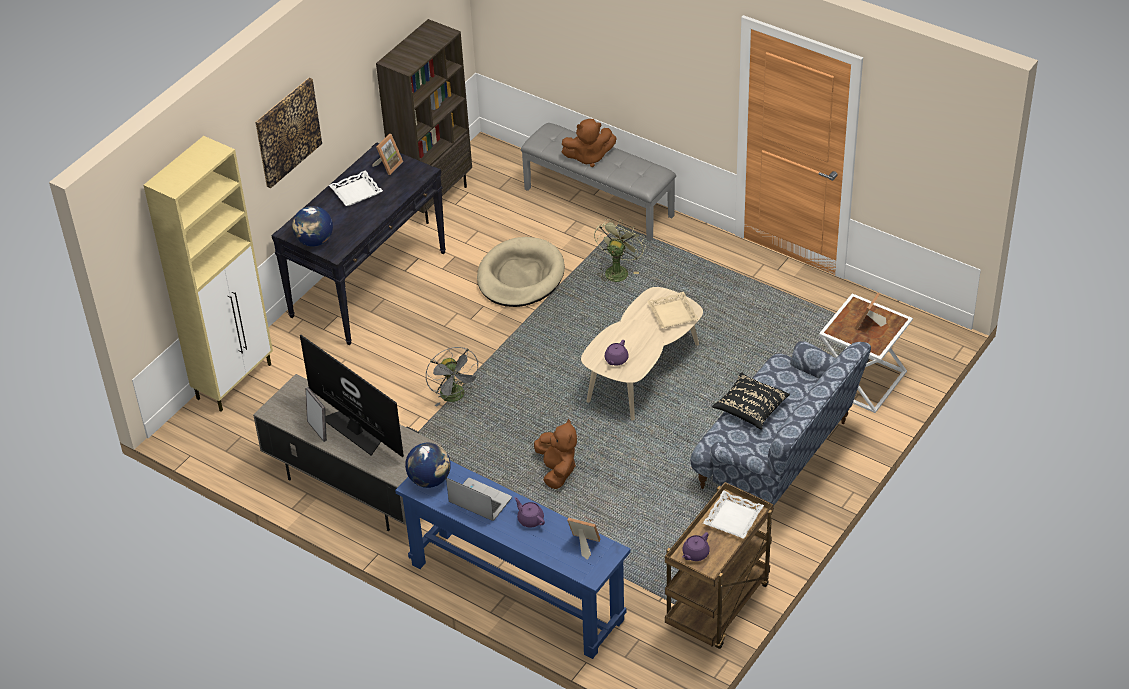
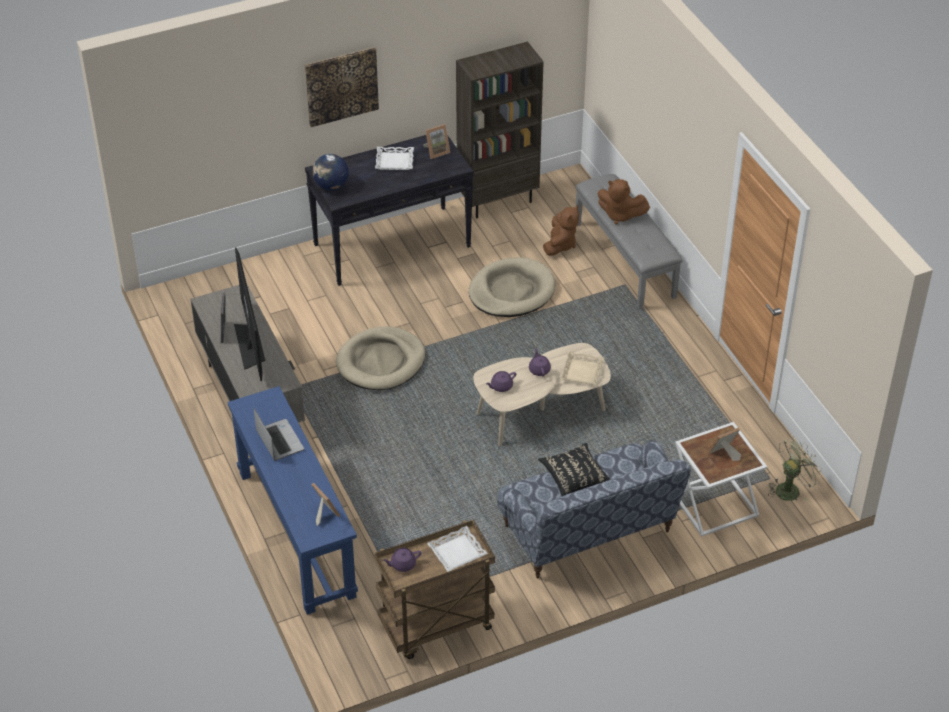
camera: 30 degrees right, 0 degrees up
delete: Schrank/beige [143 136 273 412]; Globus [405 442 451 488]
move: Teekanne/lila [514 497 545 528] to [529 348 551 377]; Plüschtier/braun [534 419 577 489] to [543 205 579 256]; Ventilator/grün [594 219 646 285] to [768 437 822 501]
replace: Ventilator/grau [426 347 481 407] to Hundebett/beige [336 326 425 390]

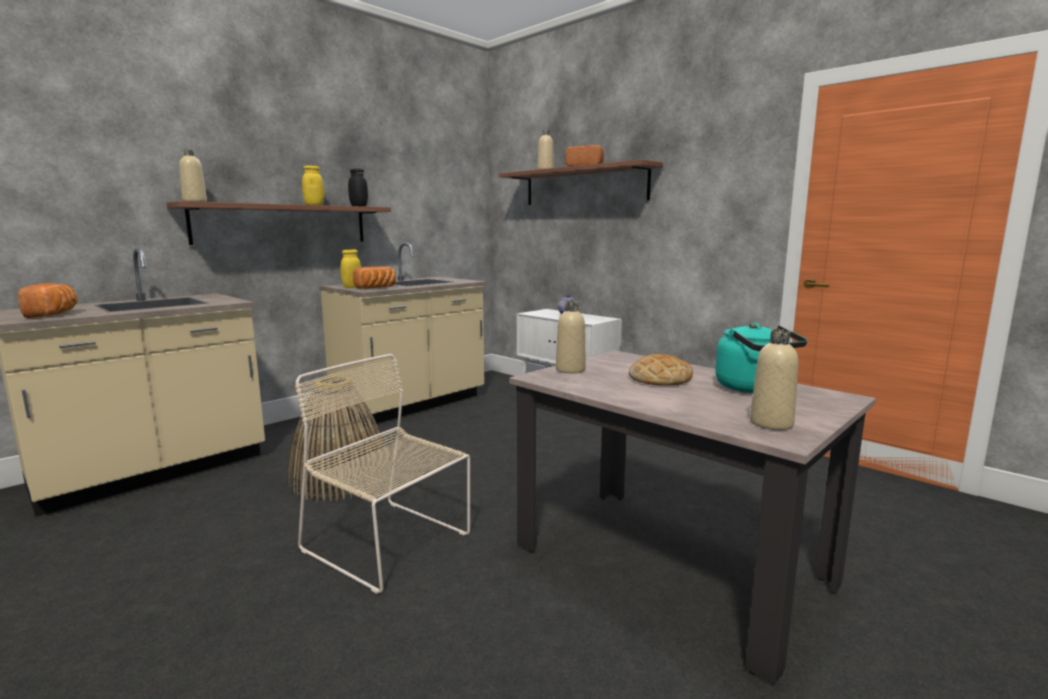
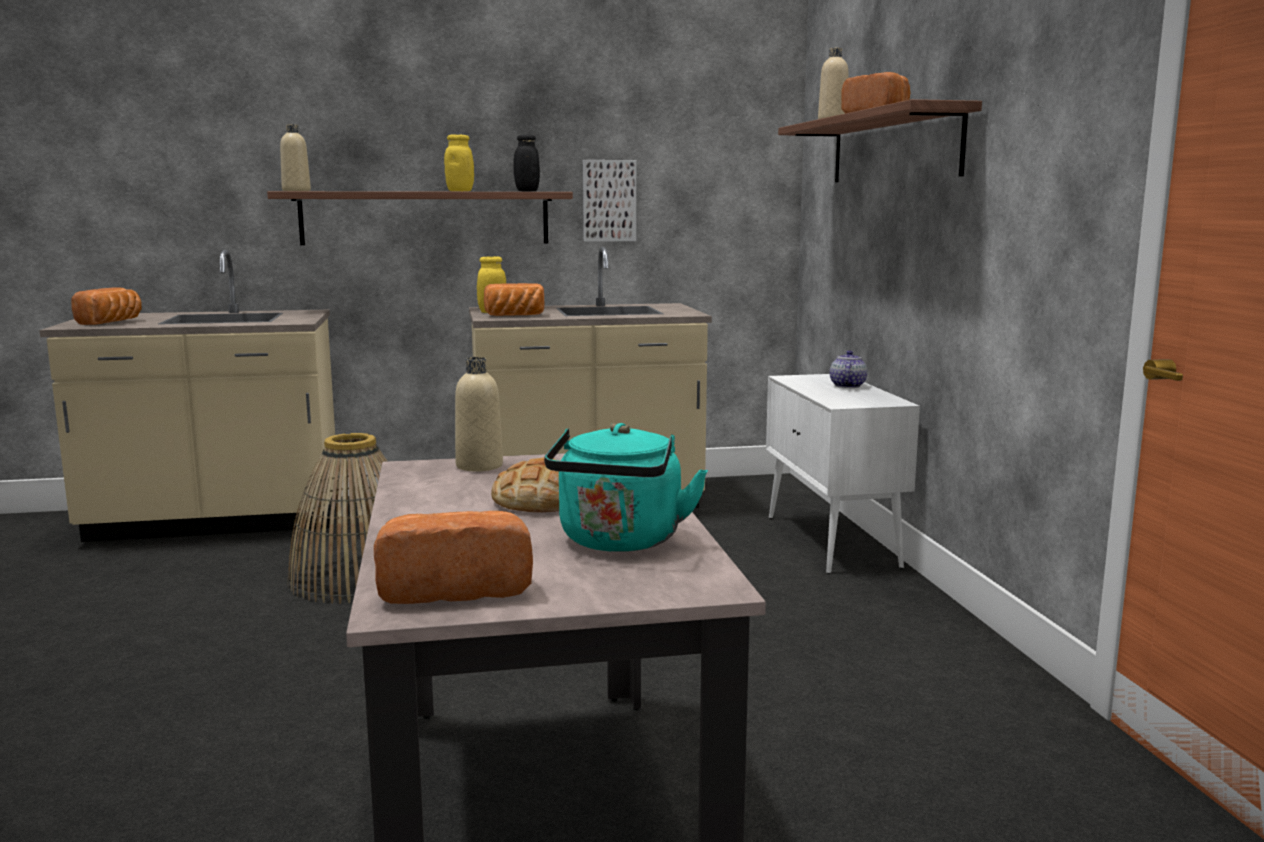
camera: 35 degrees right, 0 degrees up
delete: Stuhl/beige [295 354 470 594]
insert: Bild [583 160 636 242]
replace: Flasche/beige [750 329 799 430] to Brot [374 511 533 604]

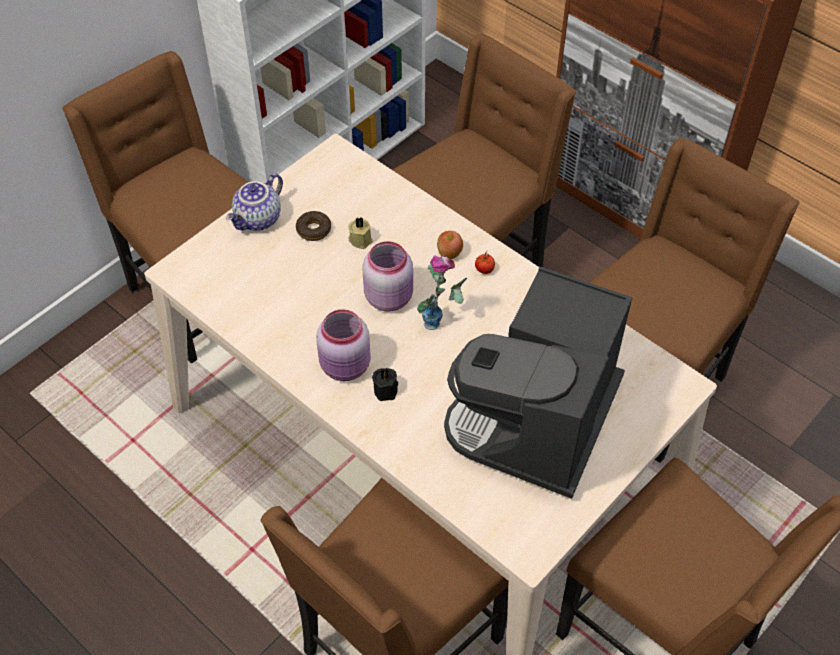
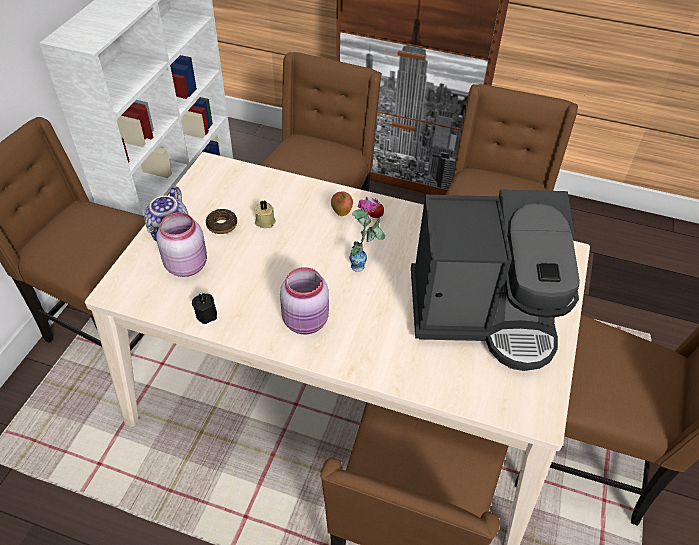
camera: 25 degrees left, 5 degrees down
move: Vorratsglas/rosa [363 241 413 312] to [157 213 207 277]; Kerze/schwarz [372 368 398 401] to [192 293 217 324]
rotate: Kaffeemaschine [444 266 632 499] = [411 190 580 371] 90 degrees counterclockwise

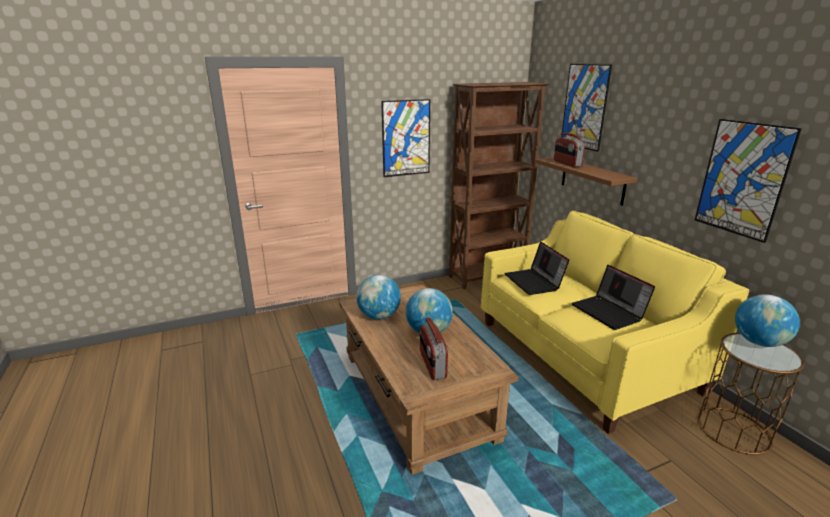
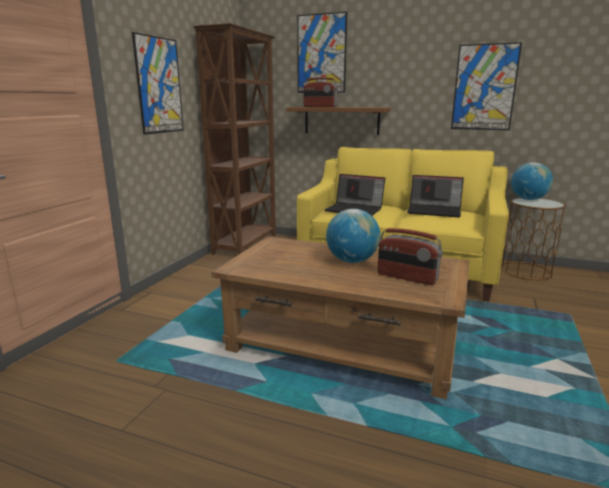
camera: 45 degrees left, 5 degrees down
delete: Globus [356 275 401 319]

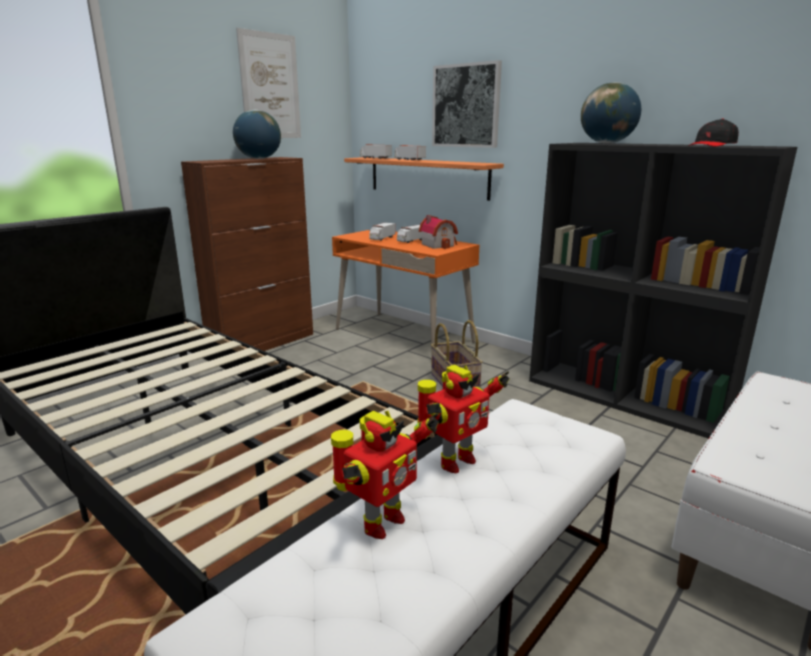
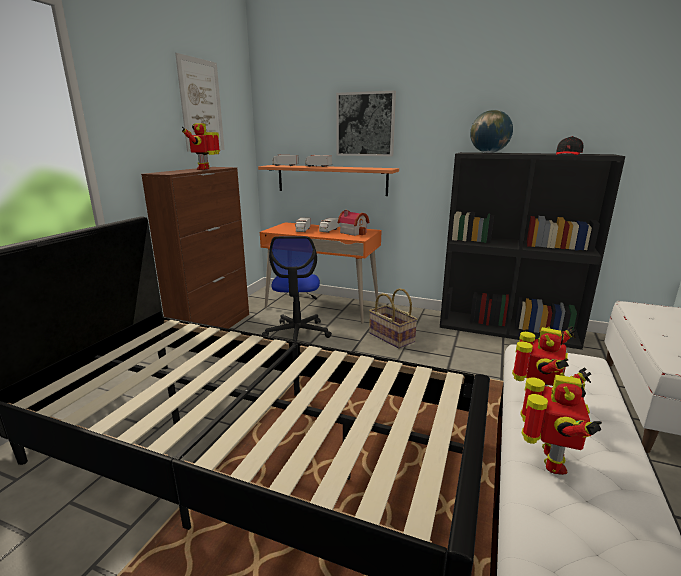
camera: 20 degrees left, 0 degrees up
insert: Bürostuhl [262 236 332 341]
replace: Globus [233 110 281 159] to Spielzeugroboter [182 123 220 170]

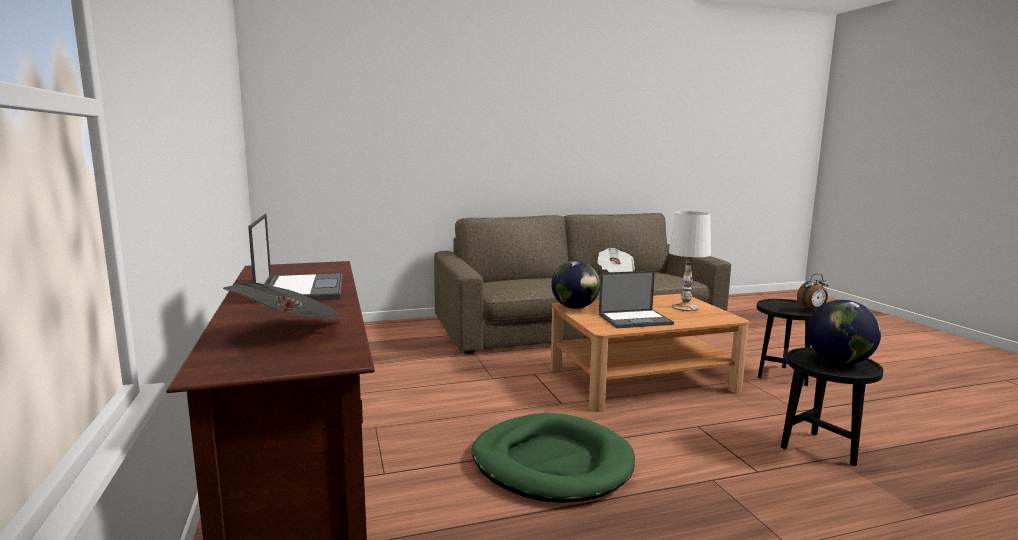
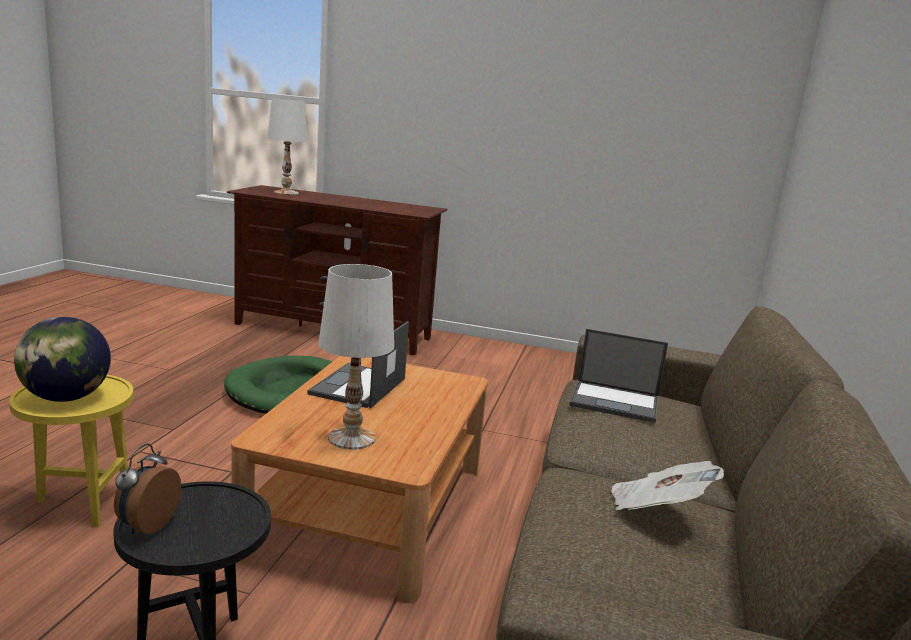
camera: 120 degrees right, 5 degrees up
delete: Globus [551 260 600 309]
move: Laptop [248 213 343 303] to [569 329 668 423]
replace: Zeitung [223 282 342 319] to Tischlampe/weiß [268 98 307 195]
recolor: Beistelltisch/schwarz [781 347 883 466] to Beistelltisch/gelb [9 375 134 527]

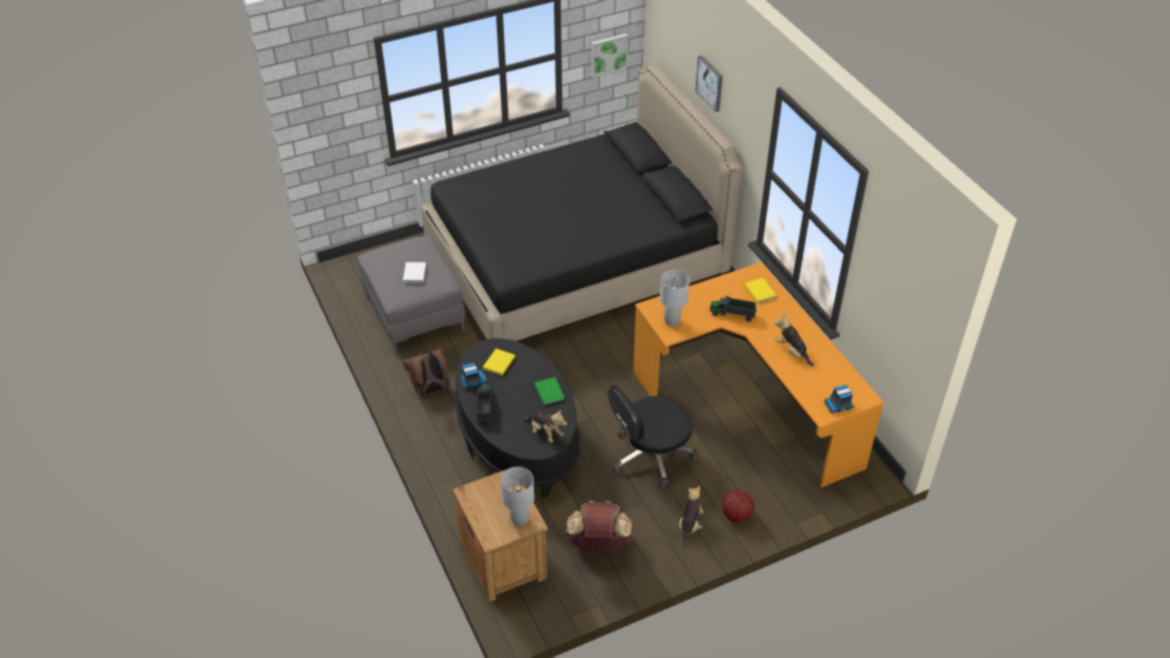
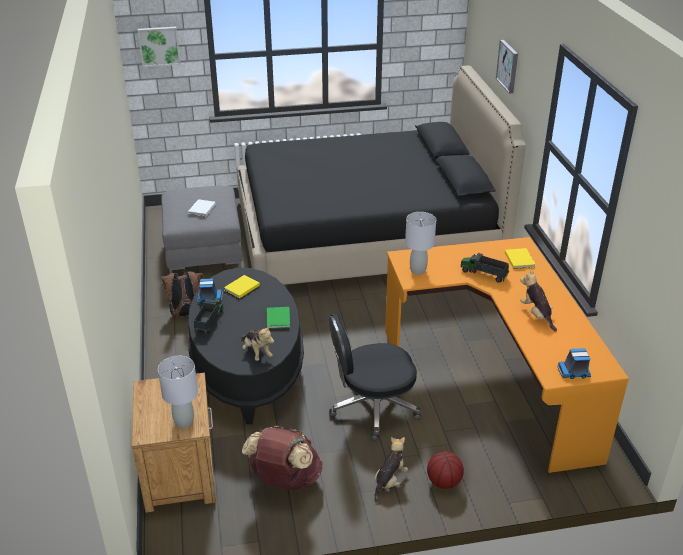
camera: 15 degrees right, 10 degrees down
move: Bild [591 33 628 78] to [138 27 181 67]

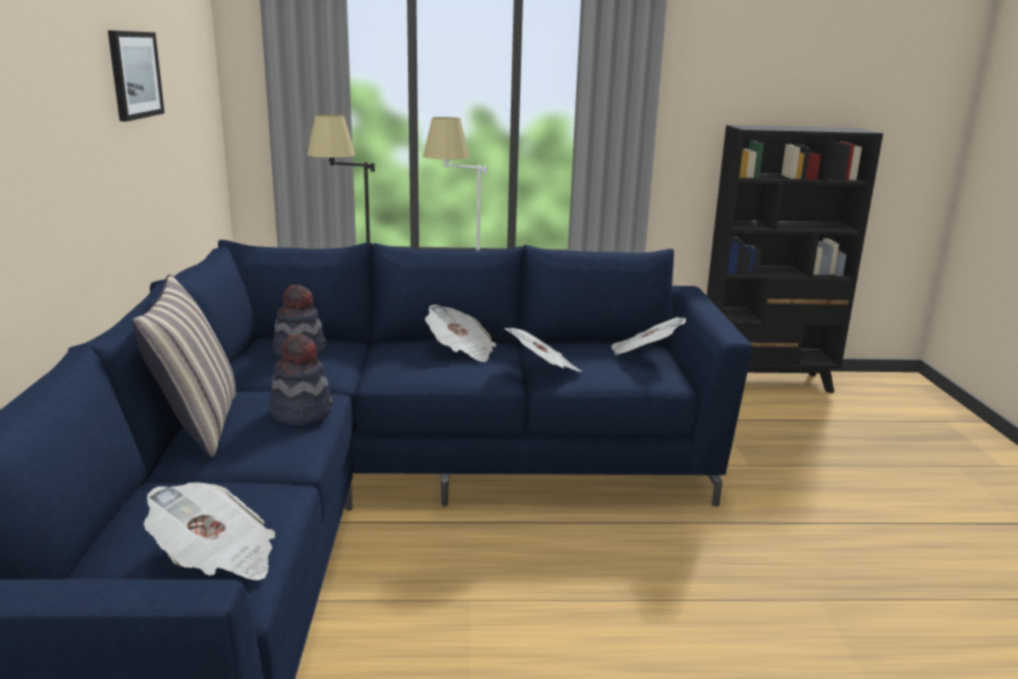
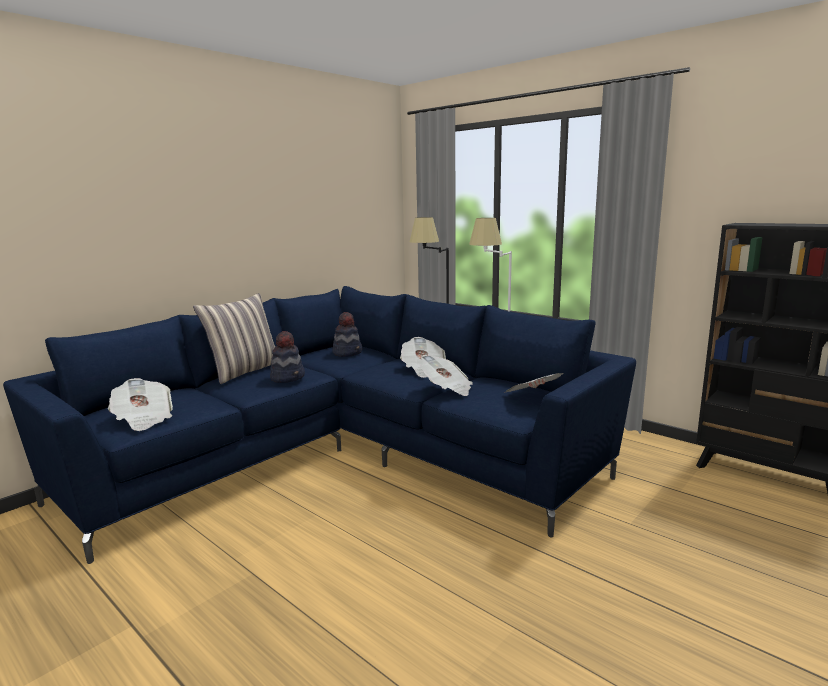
camera: 45 degrees right, 5 degrees down
delete: Bild [108 30 165 121]

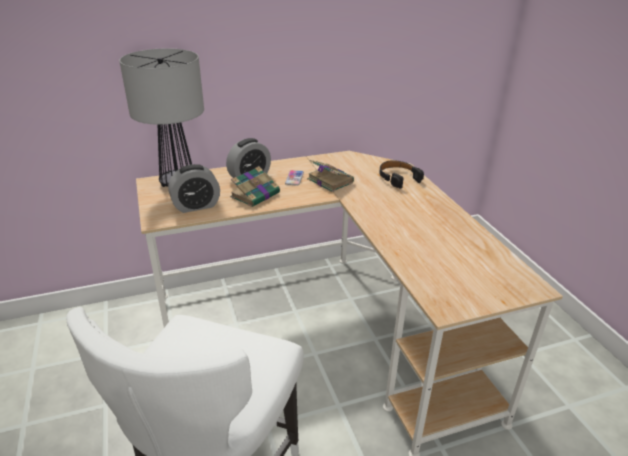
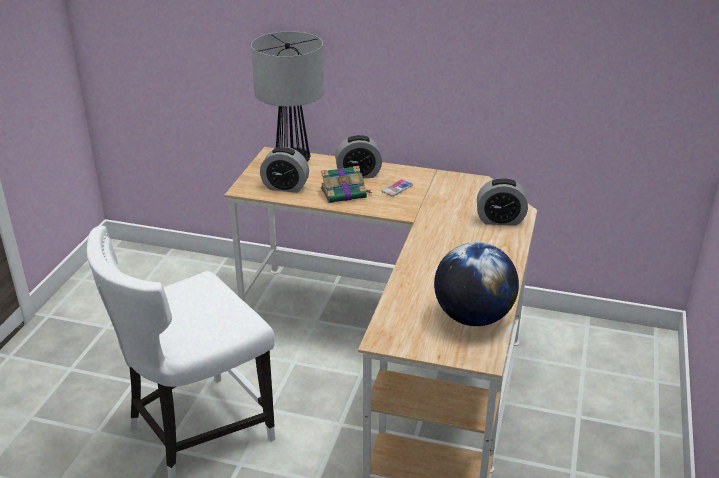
camera: 35 degrees right, 0 degrees up
delete: Buch [307 160 354 192]
insert: Globus [434 242 519 326]
replace: Kopfhörer/schwarz [379 160 424 188] to Wecker [477 178 528 226]

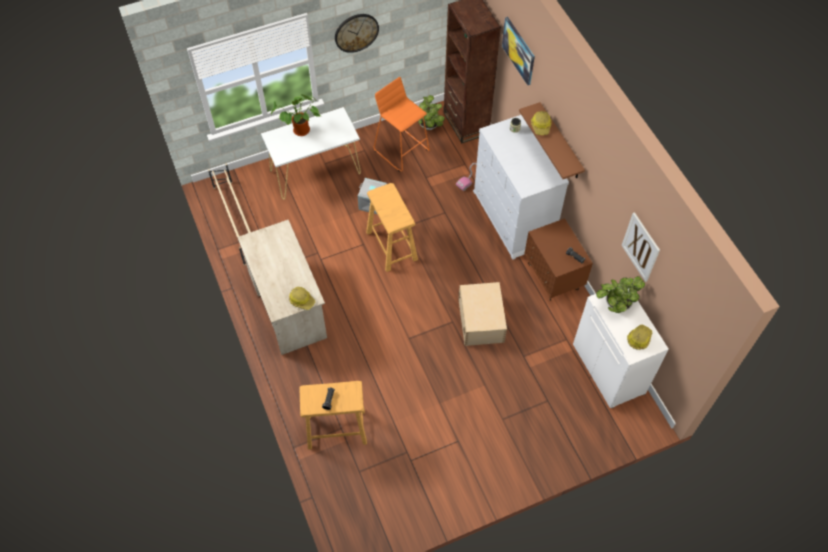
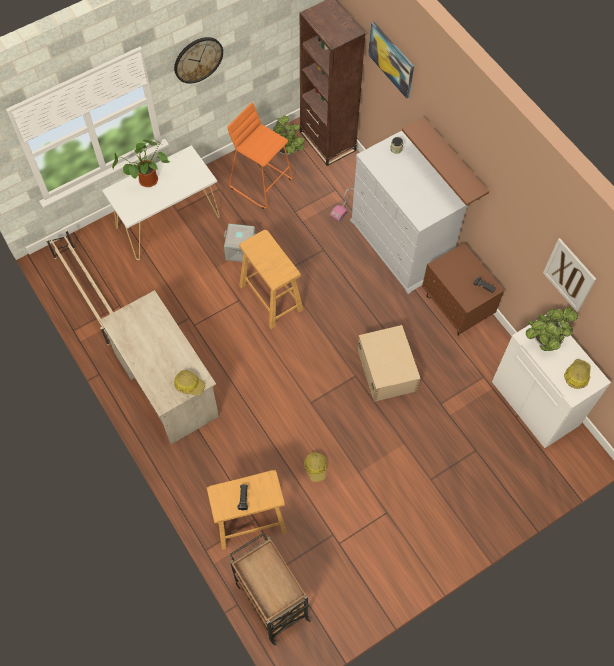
camera: 10 degrees left, 5 degrees up
insert: Rollwagen/braun [229 533 311 646]
move: Schutzhelm [531 111 551 135] to [304 452 327 482]

